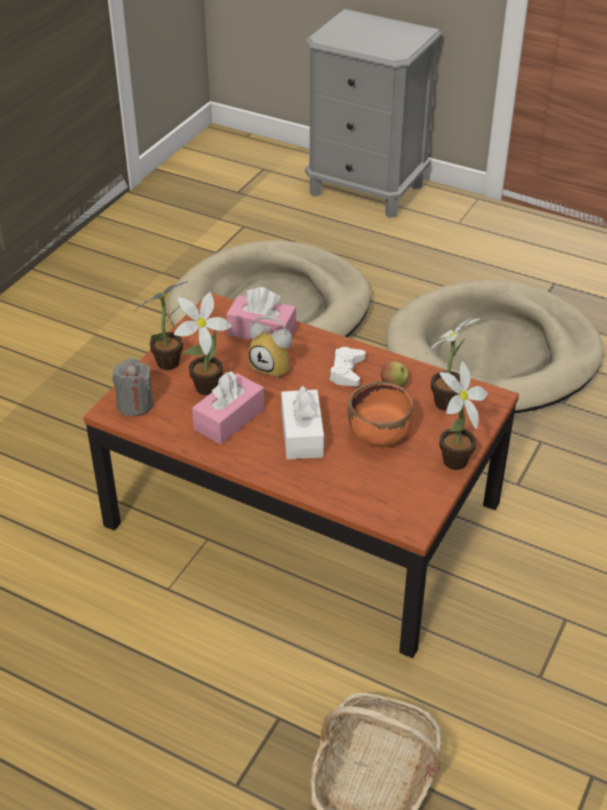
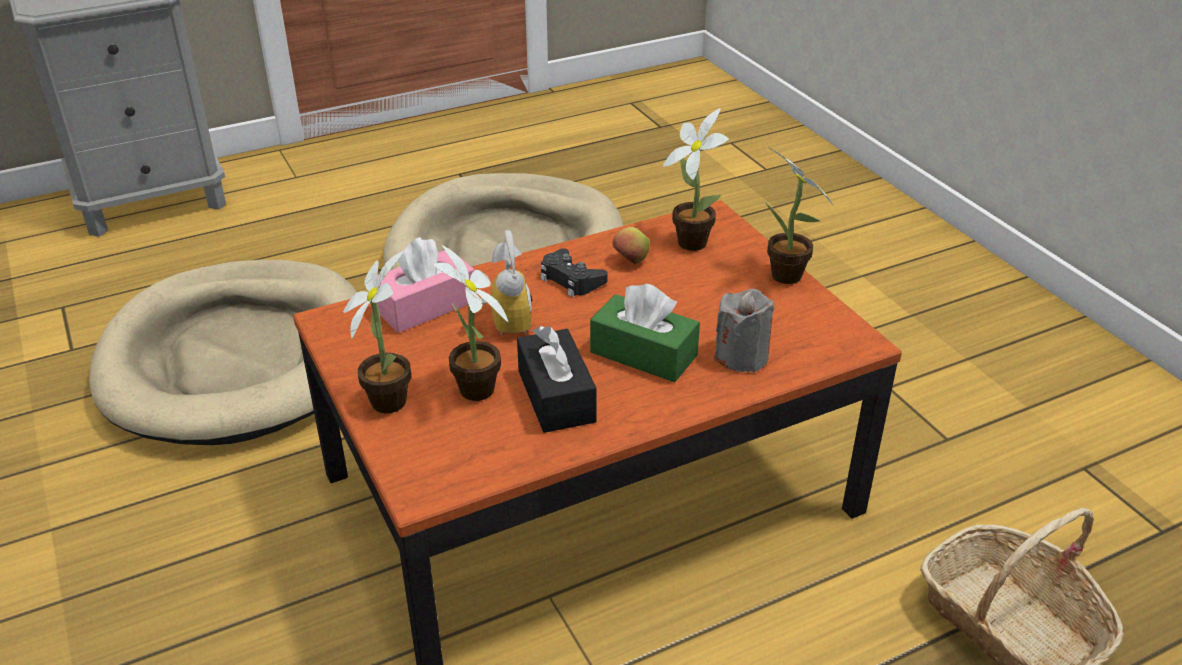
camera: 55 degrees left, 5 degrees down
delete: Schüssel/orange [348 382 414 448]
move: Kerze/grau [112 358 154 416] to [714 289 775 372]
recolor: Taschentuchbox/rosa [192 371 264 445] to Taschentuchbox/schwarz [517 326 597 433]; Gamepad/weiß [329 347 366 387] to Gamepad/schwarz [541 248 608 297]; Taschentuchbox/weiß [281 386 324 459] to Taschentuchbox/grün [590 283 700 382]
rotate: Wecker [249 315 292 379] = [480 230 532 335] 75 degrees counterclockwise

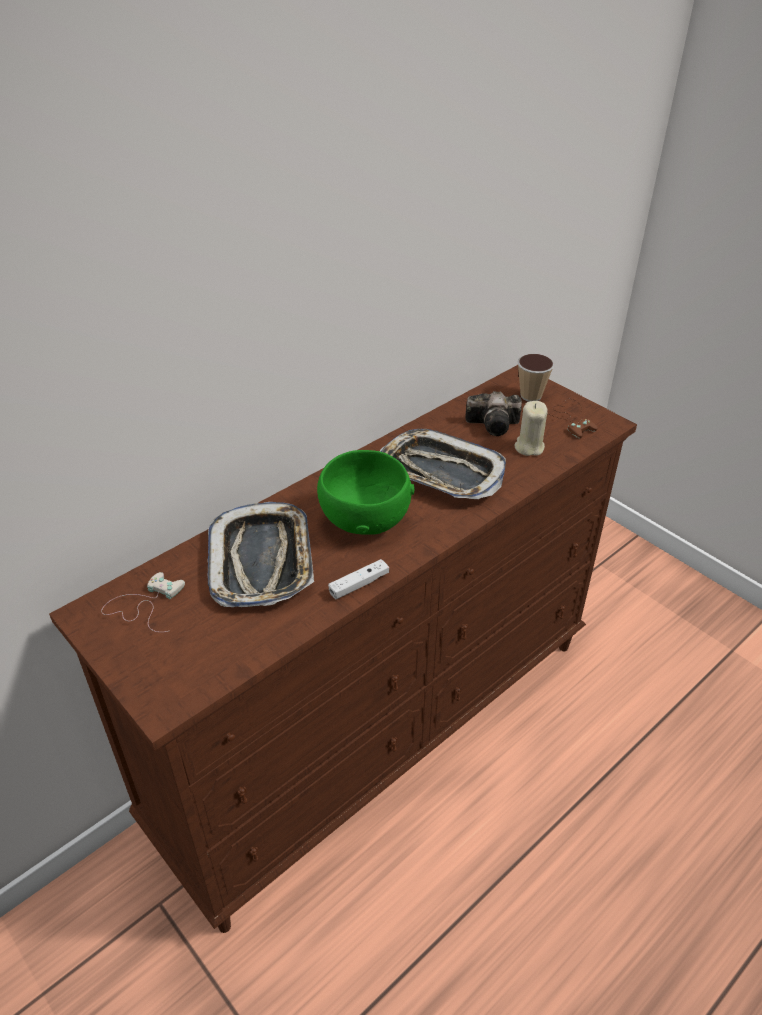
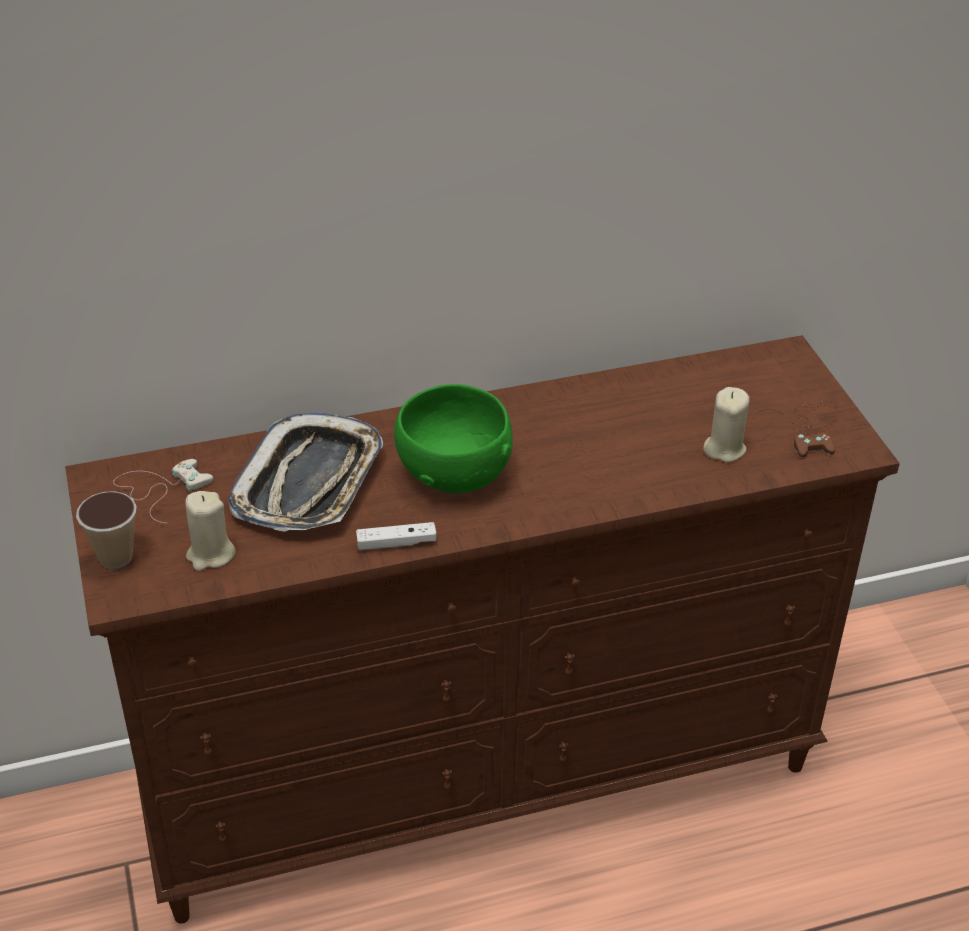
camera: 25 degrees right, 0 degrees up
delete: Tablett [380 429 506 499]; Kamera [465 391 522 436]
insert: Kerze/beige [185 491 236 571]
move: Tasse [517 353 554 402] to [76 491 137 569]

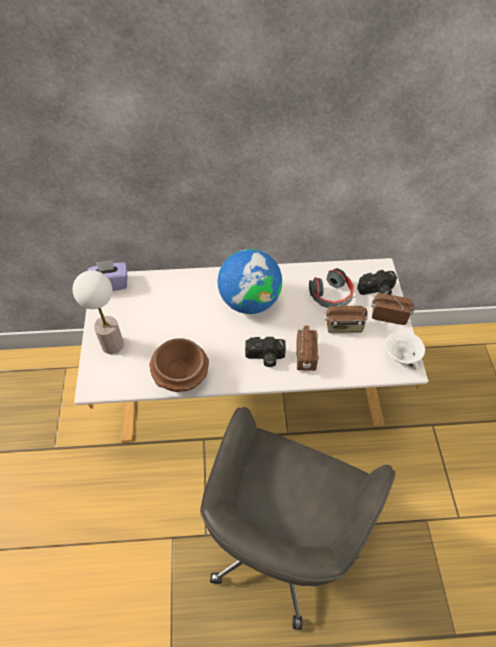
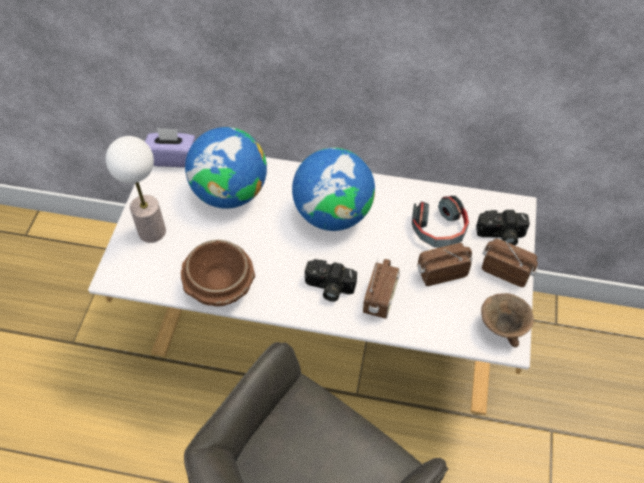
camera: 15 degrees right, 0 degrees up
insert: Globus [185 127 267 209]
recolor: Schüssel/weiß [385 331 425 370] to Schüssel/braun [481 293 534 347]
rotate: Radio [325 296 368 333] = [417 243 473 286] 150 degrees clockwise

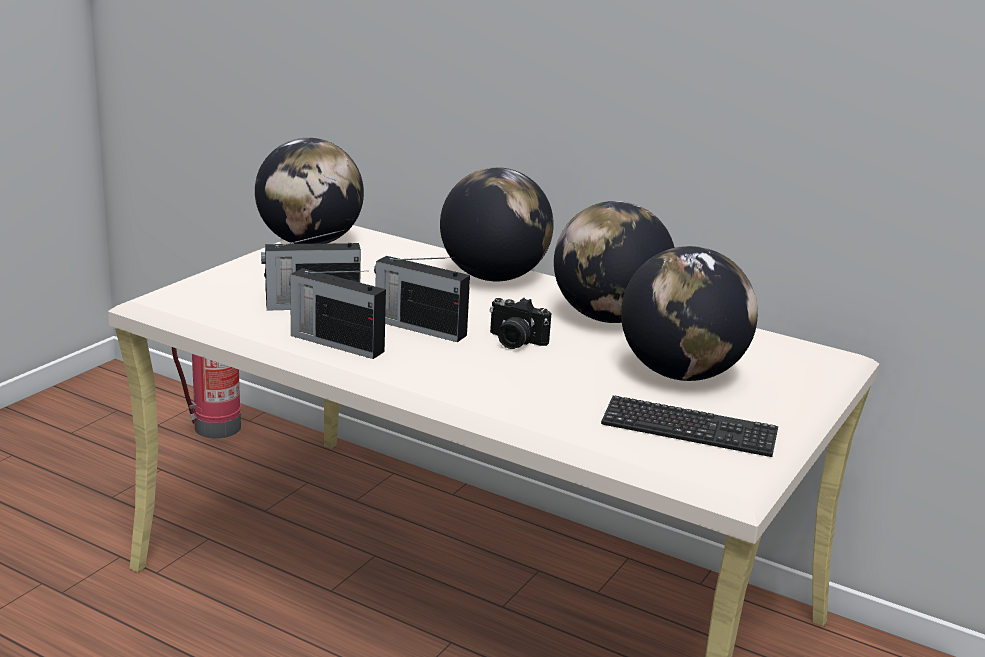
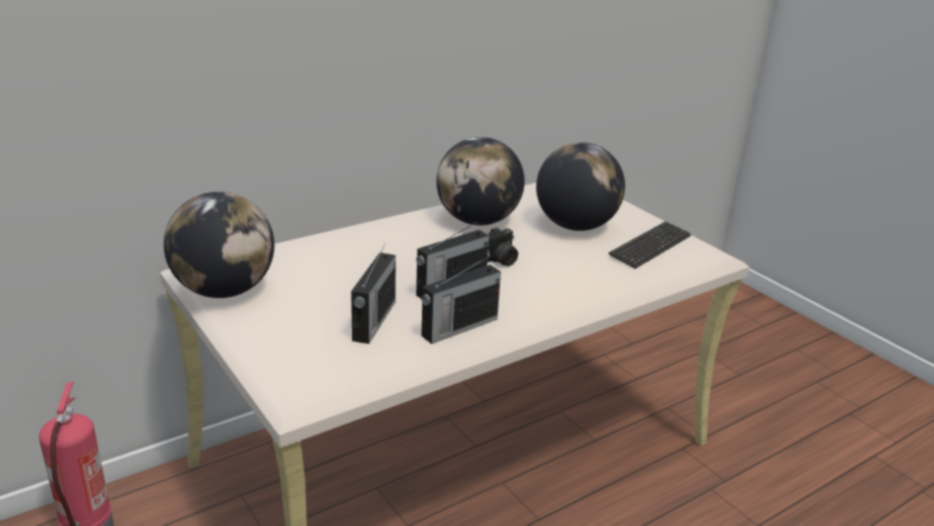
camera: 65 degrees left, 5 degrees up
delete: Globus [440 167 554 281]

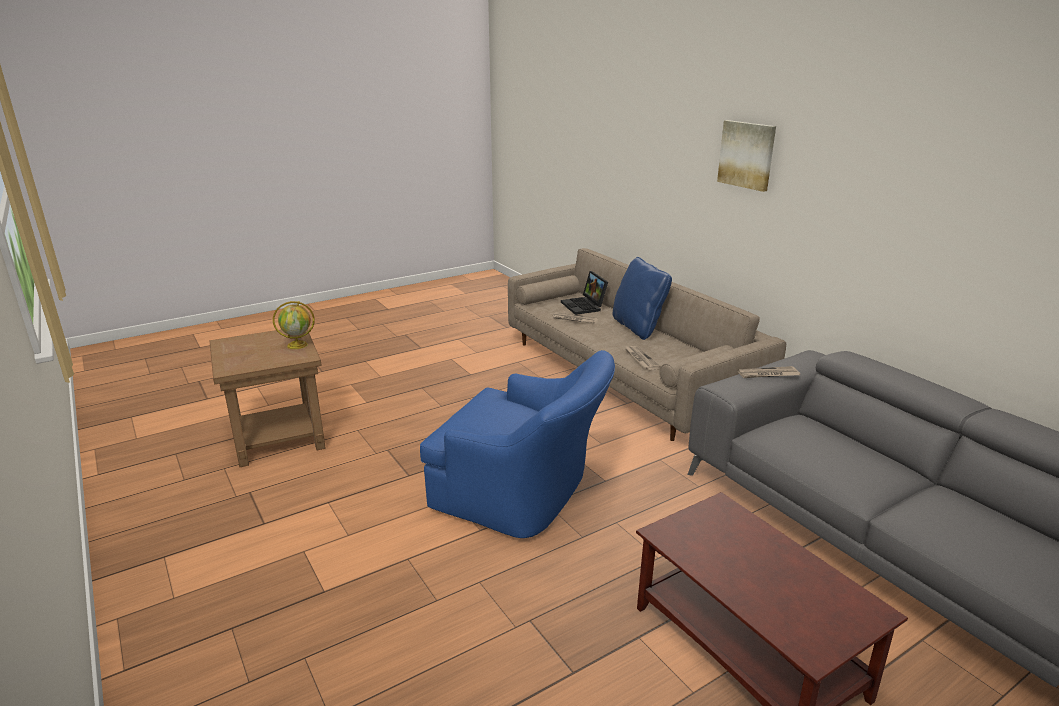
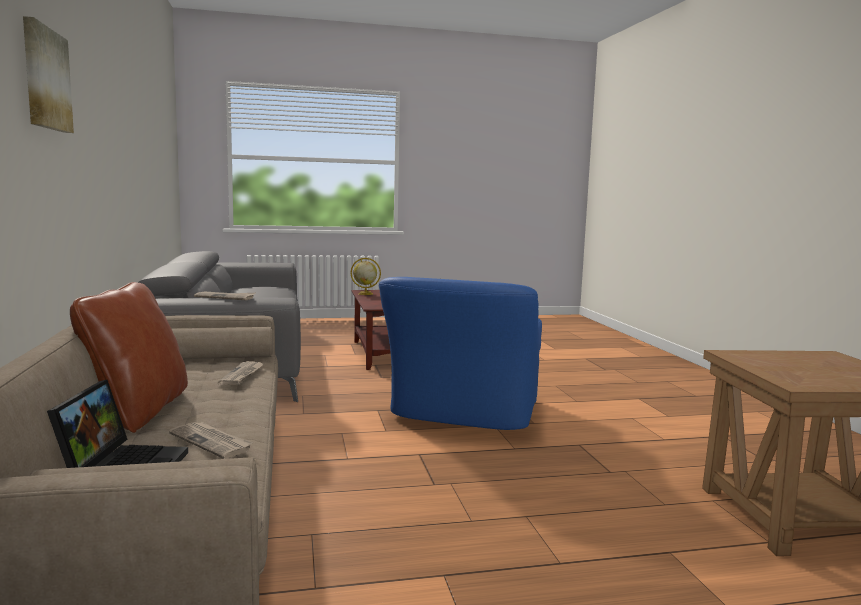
camera: 160 degrees left, 15 degrees down
move: Globus [273 301 315 349] to [350 258 381 295]
recolor: Kissen/blau [613 257 672 340] to Kissen/braun [70 282 188 433]
rotate: Sessel/blau [420 350 615 538] = [379 277 542 430] 120 degrees counterclockwise

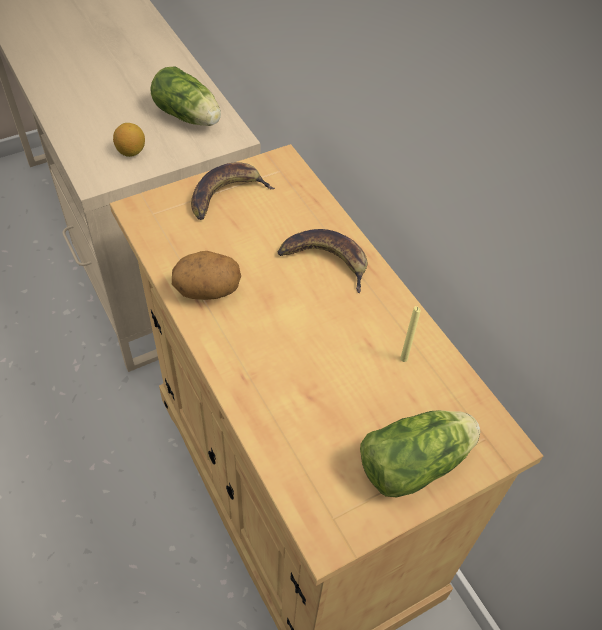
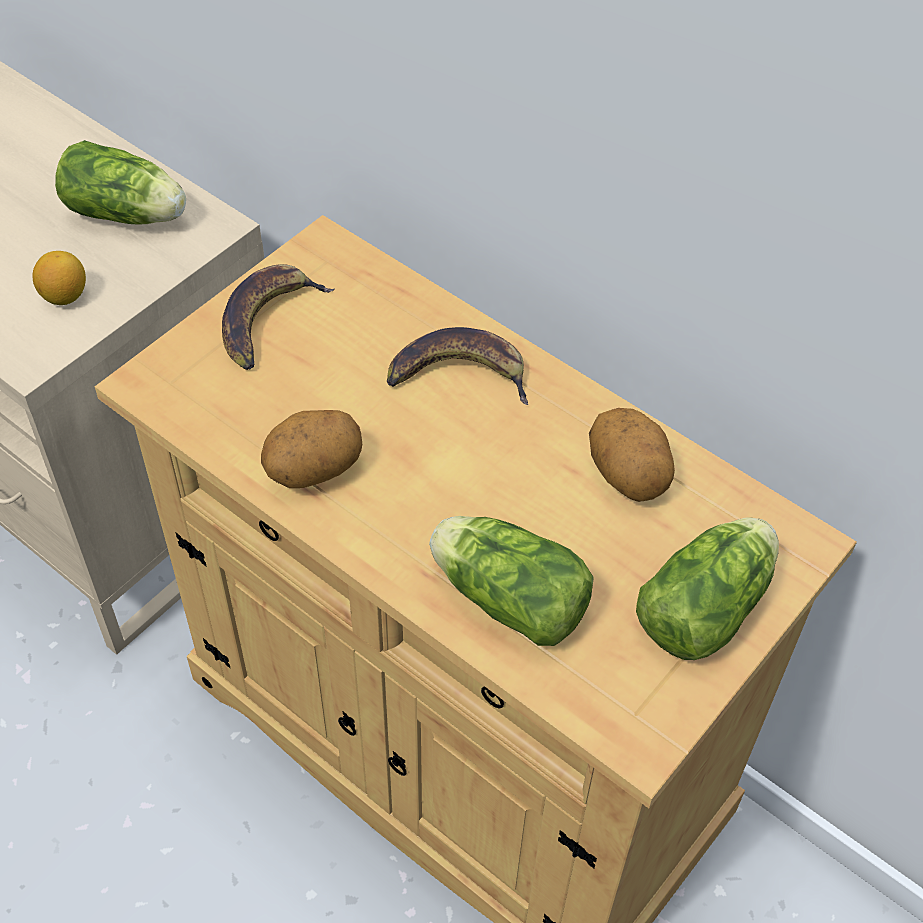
camera: 20 degrees left, 0 degrees up
insert: Salatkopf [429 516 594 646]
replace: Kerze/gelb [400 306 421 362] to Kartoffel [589 408 675 502]

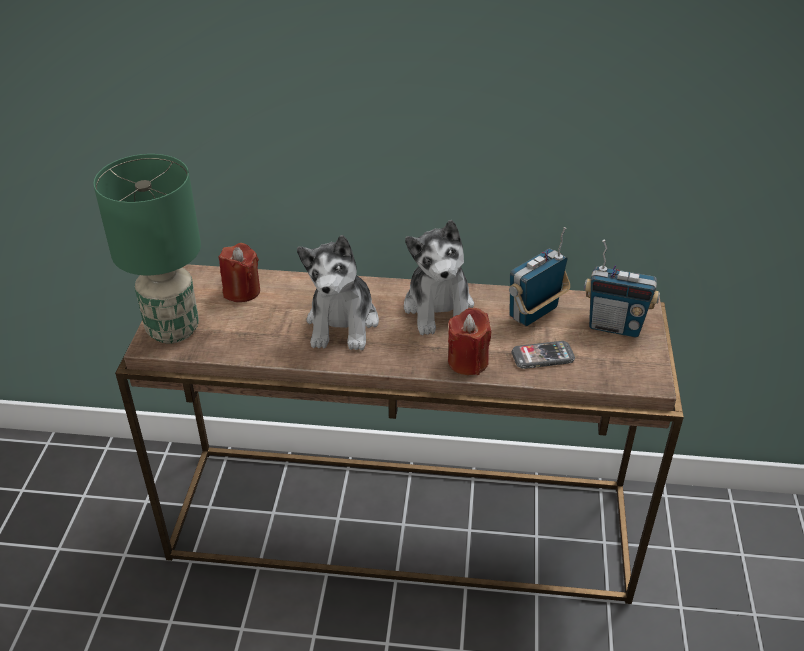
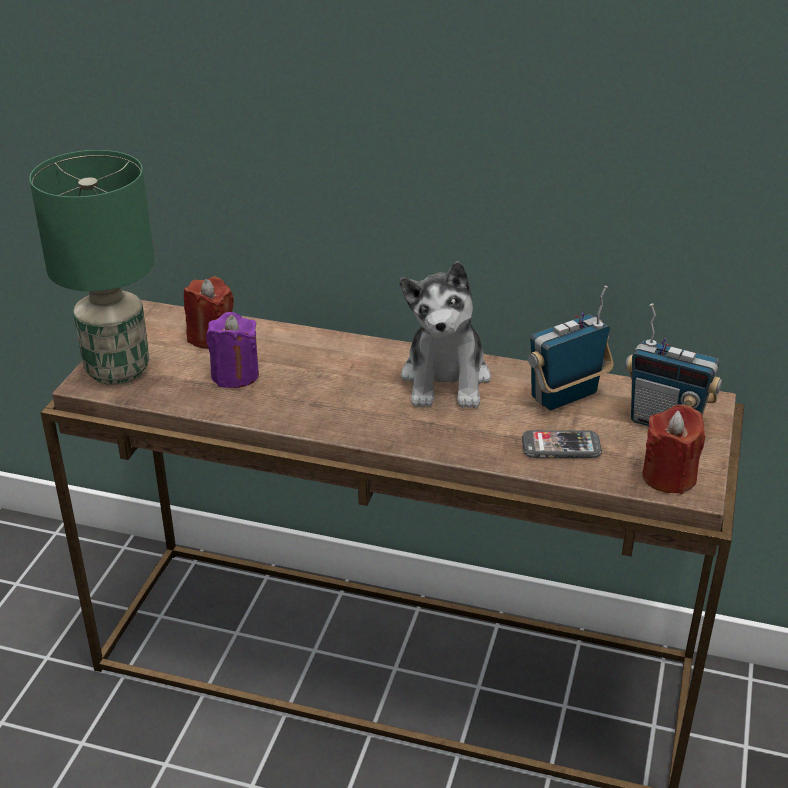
camera: 10 degrees right, 5 degrees down
delete: Plüschtier [297 235 379 350]
insert: Kerze/lila [206 312 259 388]
move: Kerze/rot [448 308 491 375] to [642 404 705 494]

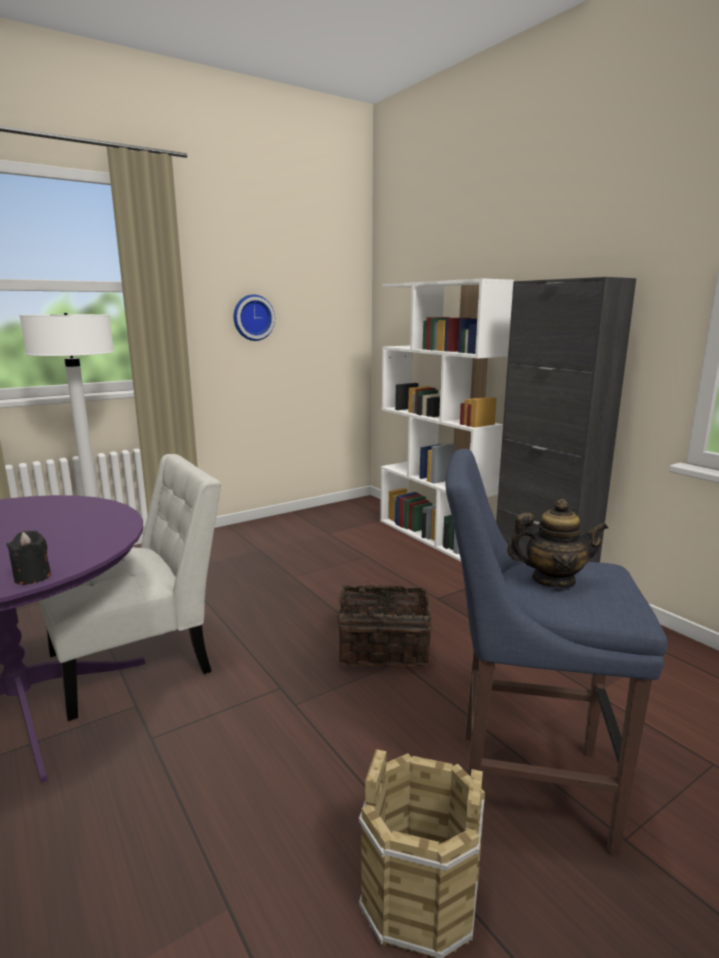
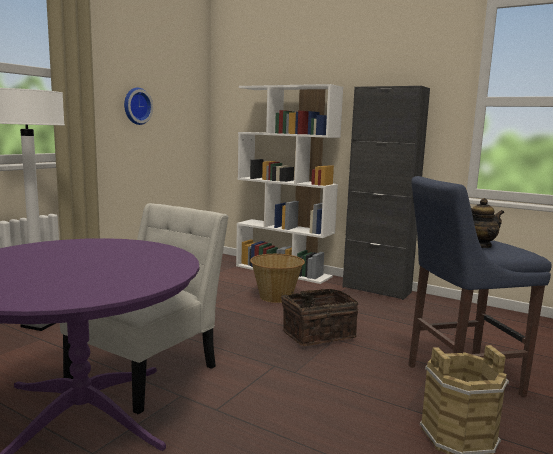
camera: 25 degrees left, 5 degrees down
delete: Kerze/schwarz [6 531 51 585]
insert: Korb [250 254 305 303]

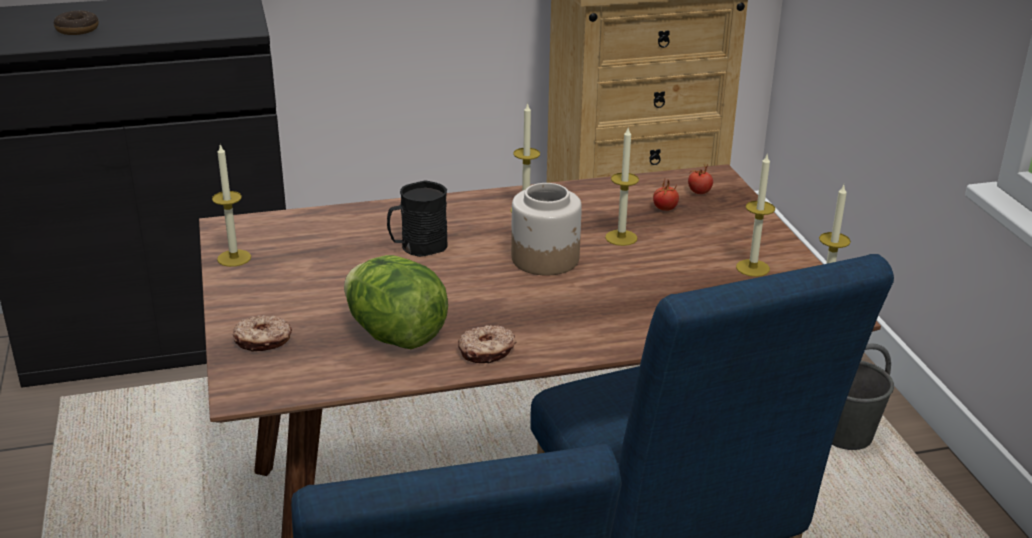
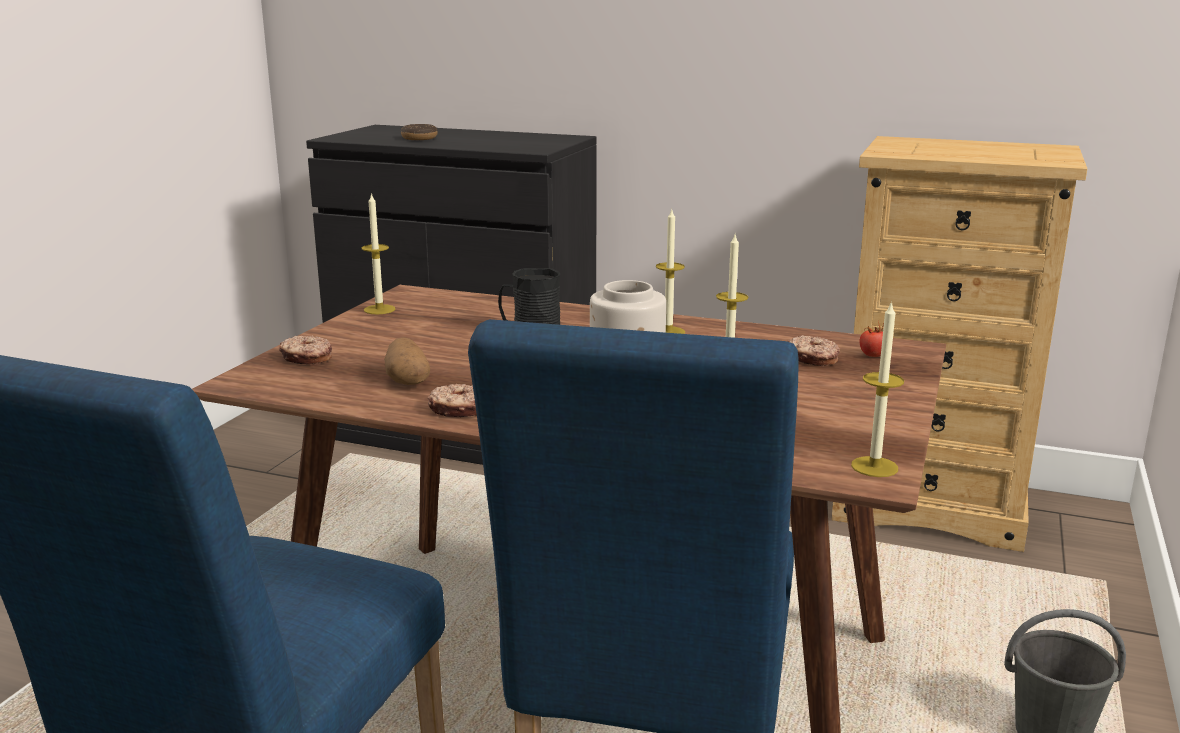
camera: 35 degrees right, 10 degrees down
delete: Kerze [736 155 775 277]
replace: Salatkopf [344 255 448 349] to Kartoffel [384 337 430 385]; Tomate [653 180 679 211] to Donut [788 335 840 366]

